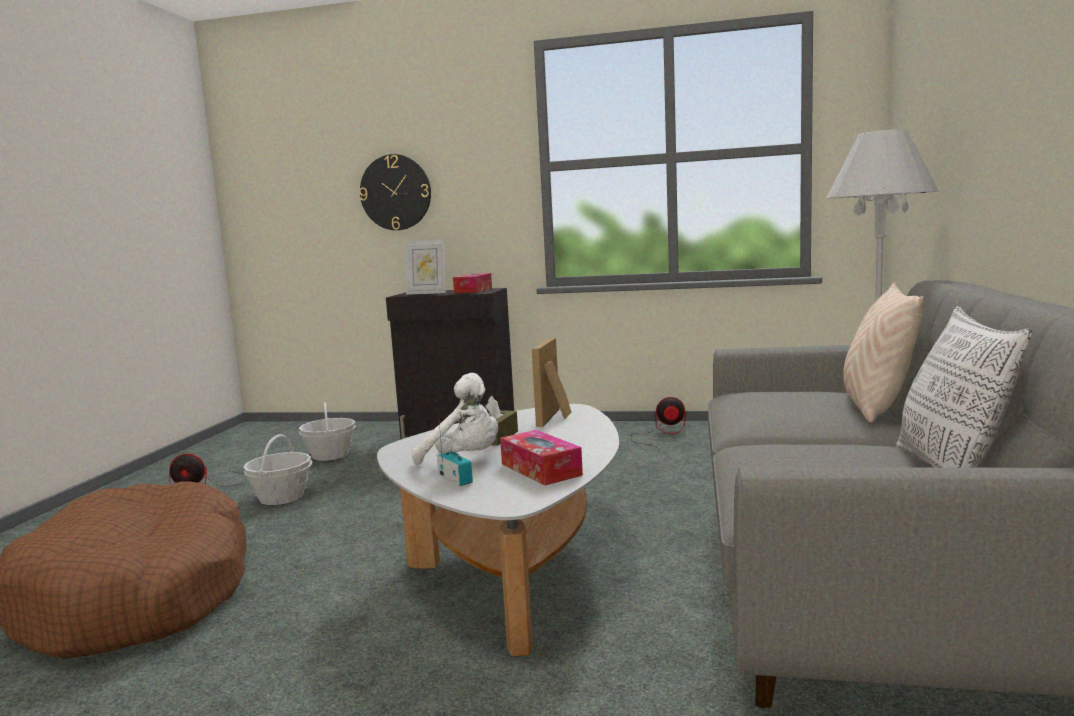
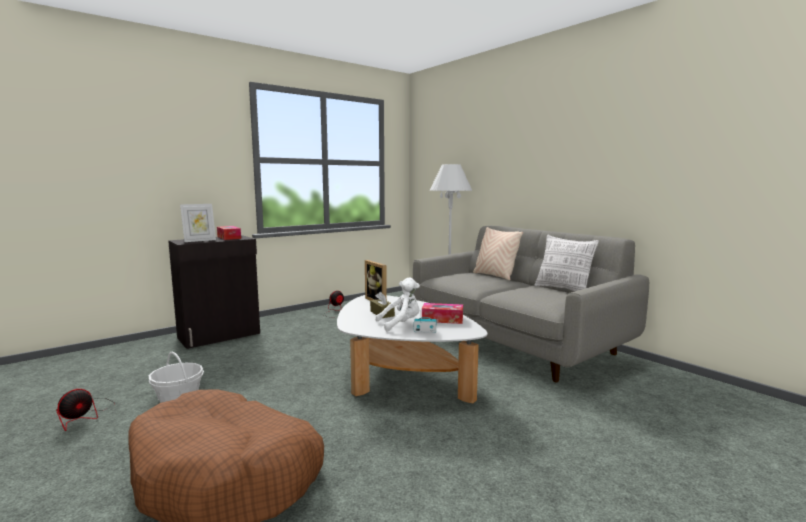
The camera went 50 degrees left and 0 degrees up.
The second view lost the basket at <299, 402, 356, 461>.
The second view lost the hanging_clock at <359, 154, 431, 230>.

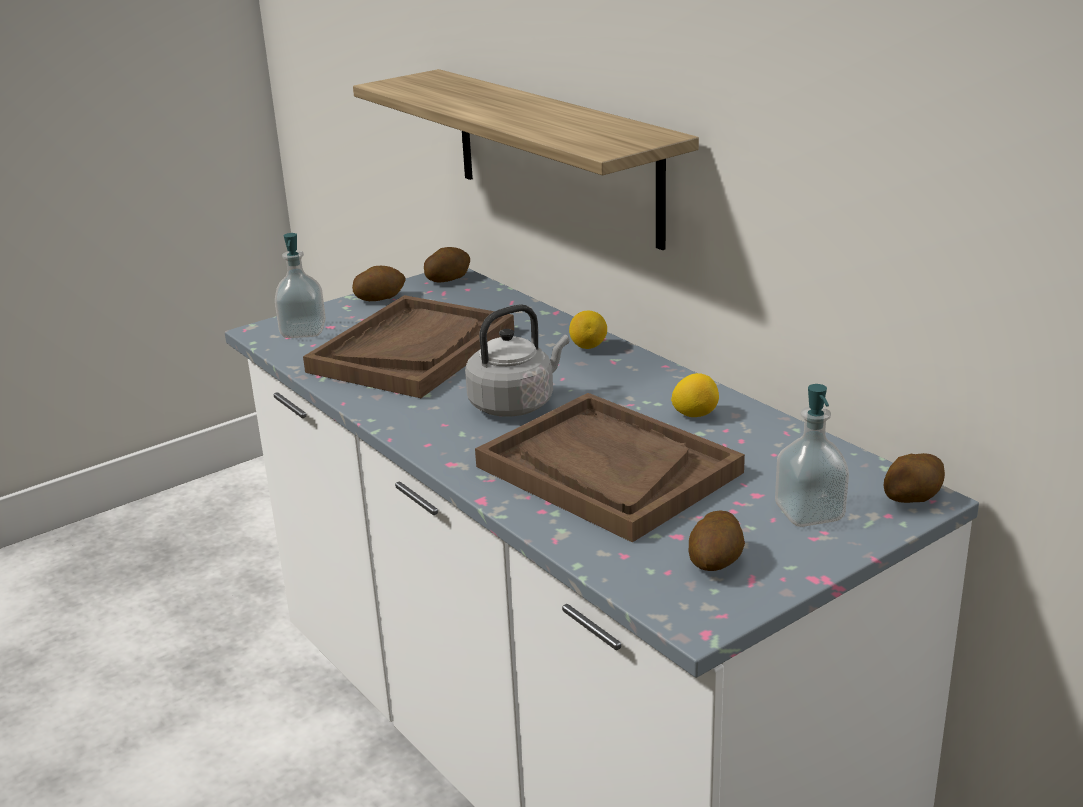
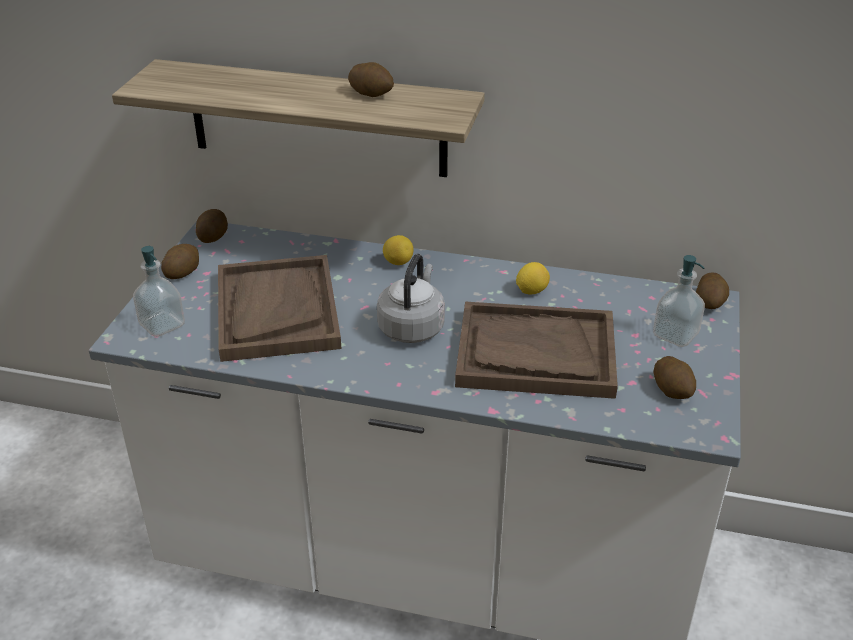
The camera went 40 degrees left and 10 degrees up.
The second view gained the potato at <348, 62, 394, 97>.

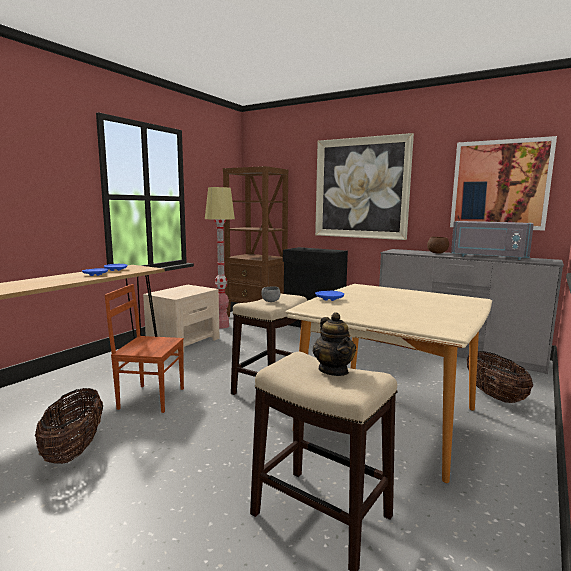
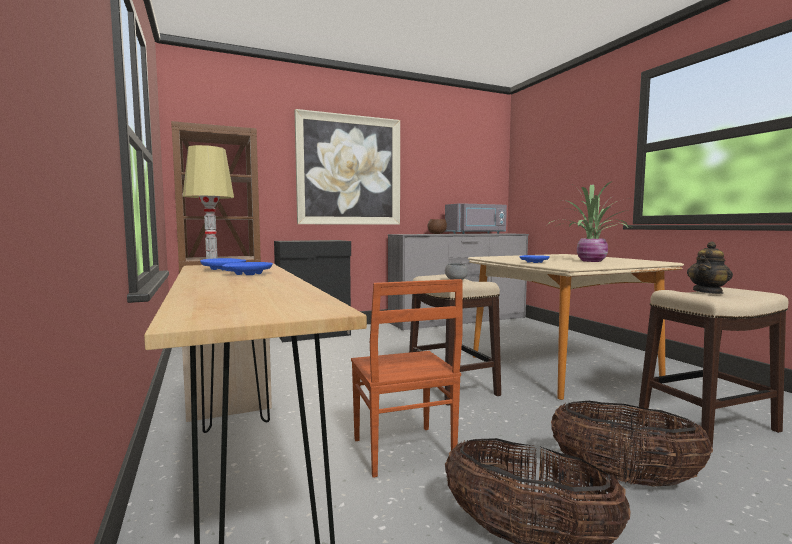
The camera went 55 degrees left and 5 degrees down.
The second view lost the wall_picture at <450, 136, 557, 231>.
The second view gained the houseplant at <547, 181, 632, 262>.
The basket ended up elsewhere, having gone from <467, 351, 533, 403> to <551, 401, 713, 486>.
The brown_plain_chair at <105, 284, 184, 413> ended up facing another way, 60 degrees counterclockwise from before.
The tea_pot at <313, 312, 356, 376> ended up facing another way, 120 degrees clockwise from before.

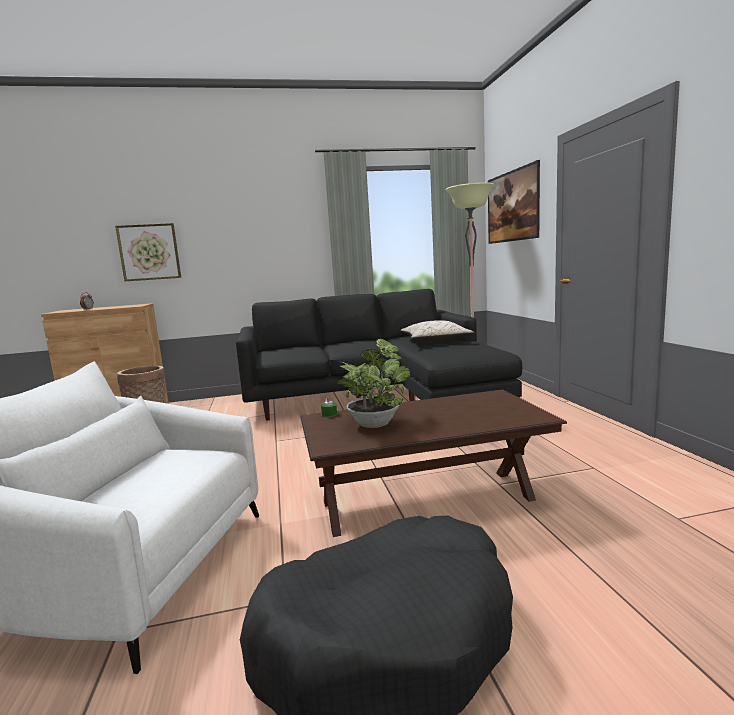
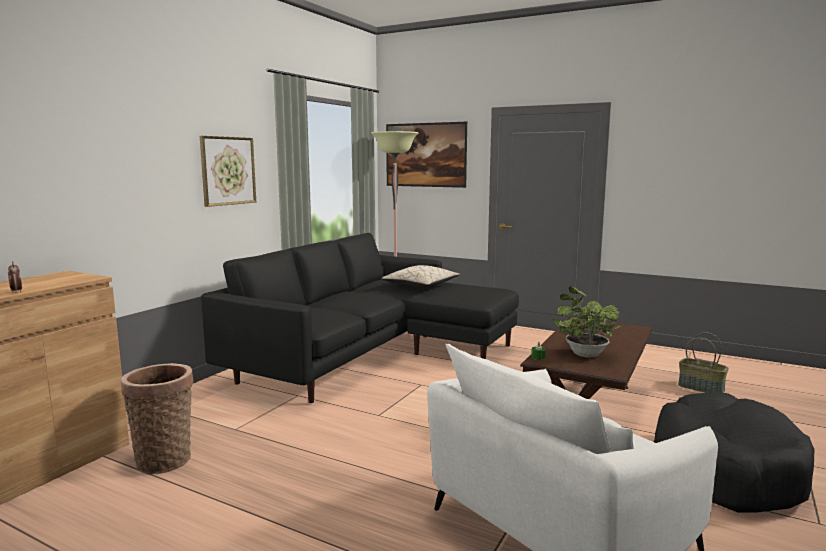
The camera went 50 degrees left and 0 degrees up.
The second view gained the basket at <678, 332, 729, 393>.
The wall_picture ended up elsewhere, having gone from <115, 223, 181, 281> to <200, 136, 256, 207>.

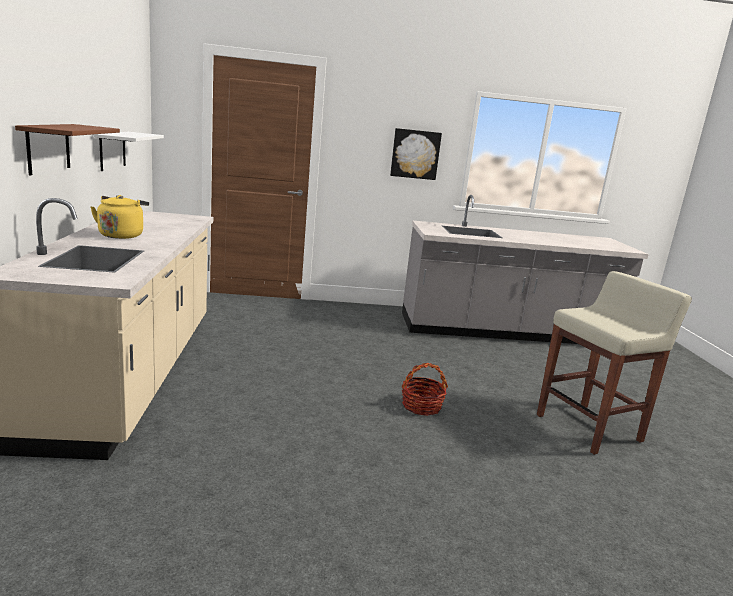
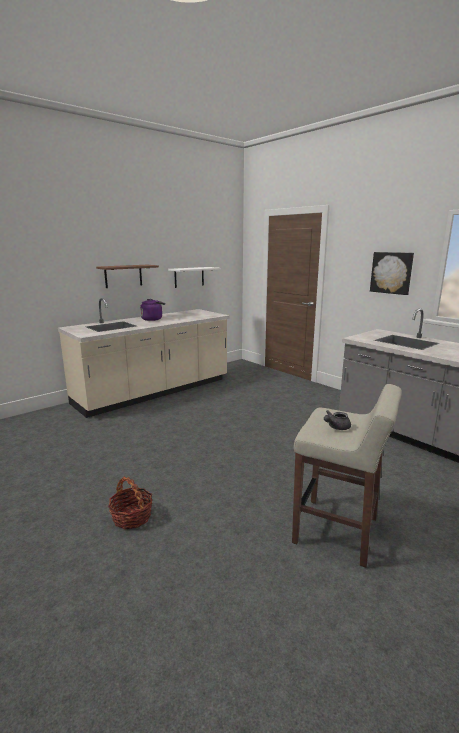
The camera went 55 degrees right and 0 degrees up.
The second view gained the gray_tea_pot at <324, 410, 351, 430>.
The basket ended up elsewhere, having gone from <402, 363, 448, 416> to <108, 476, 152, 529>.
What was the yellow_kettle at <90, 195, 149, 239> turned into the purple-coloured_kettle at <140, 299, 165, 321>.

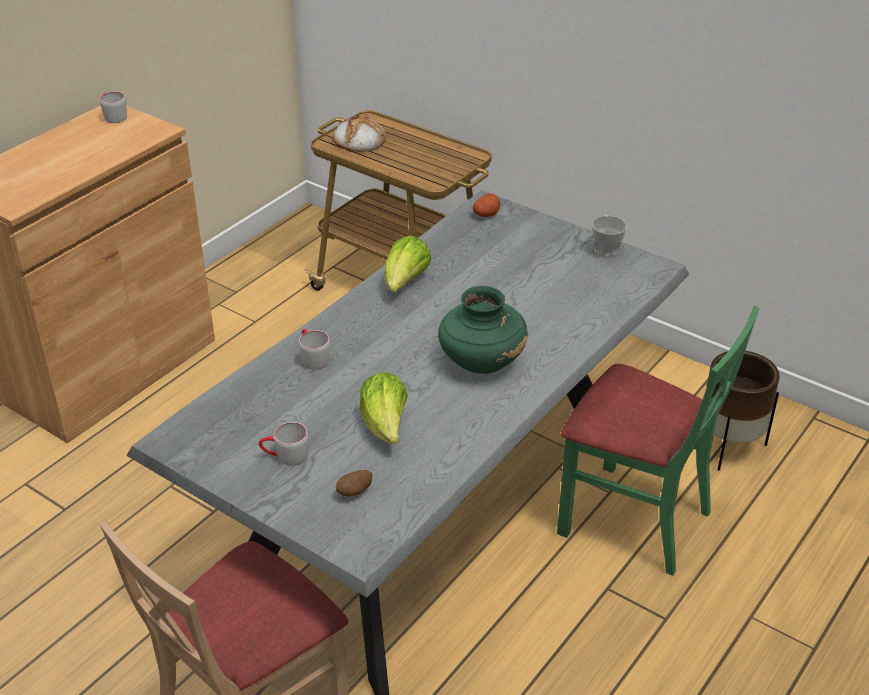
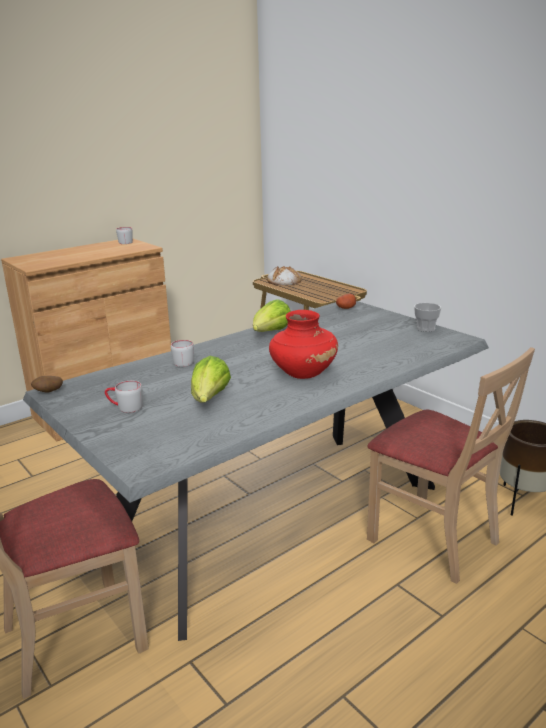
The camera went 15 degrees right and 15 degrees down.
The potato ended up elsewhere, having gone from <336, 470, 372, 497> to <31, 376, 63, 392>.
What was the greenish_vase at <438, 286, 528, 374> turned into the red_vase at <269, 310, 338, 379>.
What was the greenish_plain_chair at <557, 306, 759, 576> turned into the beige-coloured_plain_chair at <367, 347, 535, 584>.

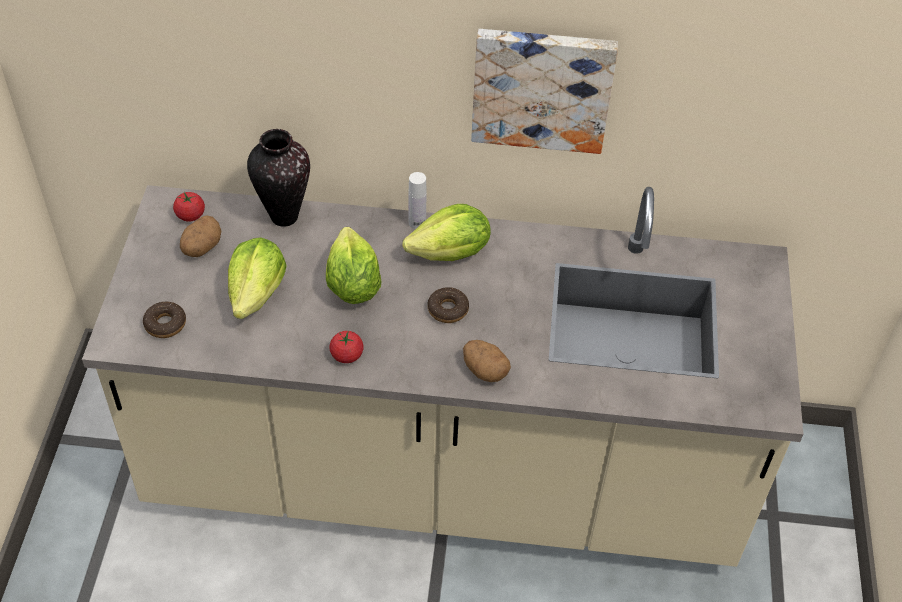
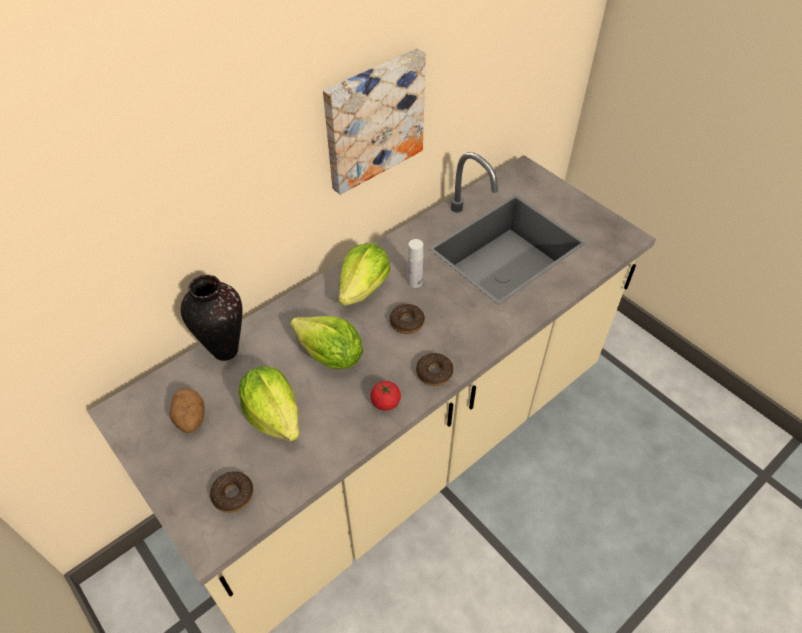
The camera went 45 degrees left and 0 degrees up.
The second view lost the whole_tomato at <173, 192, 205, 222>.
The second view lost the potato at <463, 340, 511, 382>.
The second view gained the doughnut at <416, 353, 453, 386>.
The whitish_drink_bottle ended up elsewhere, having gone from <409, 172, 427, 229> to <408, 239, 423, 288>.

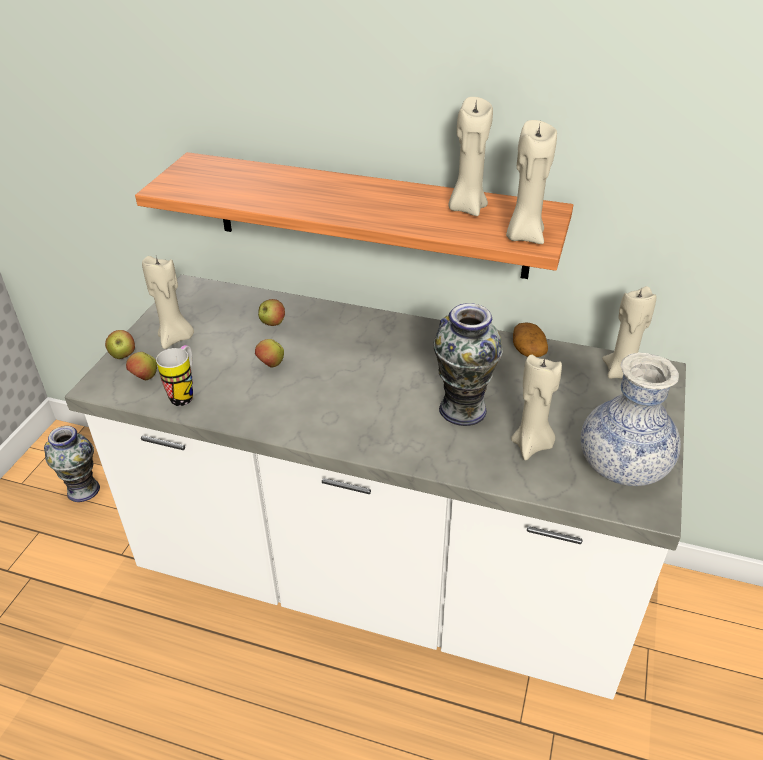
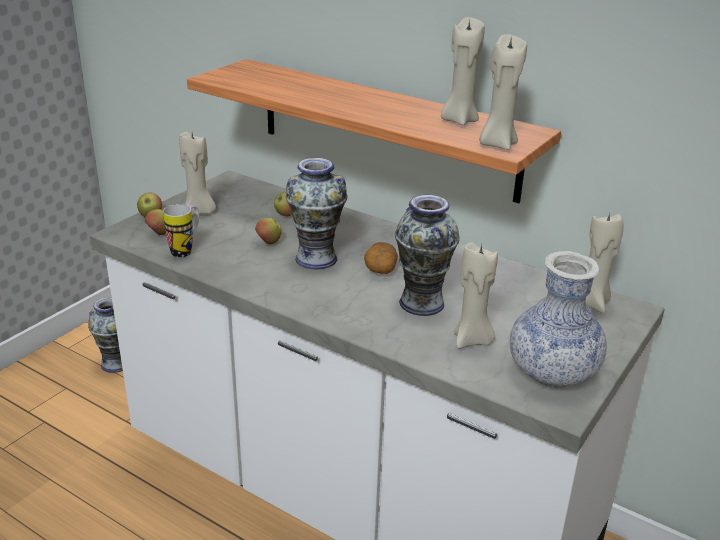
The camera went 15 degrees right and 10 degrees down.
The second view gained the vase at <286, 158, 347, 269>.
The potato ended up elsewhere, having gone from <513, 323, 548, 357> to <364, 242, 398, 274>.

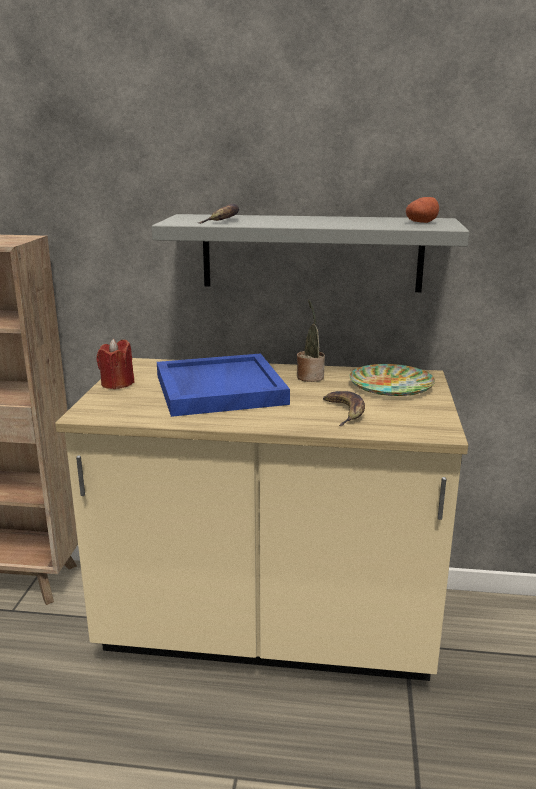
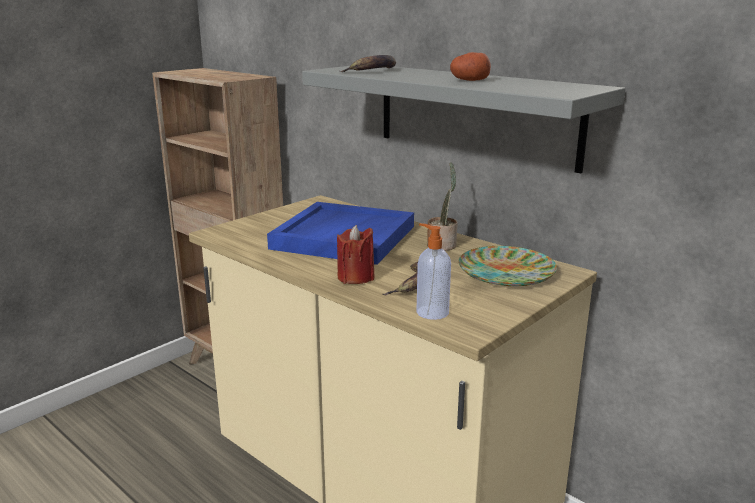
The camera went 35 degrees right and 0 degrees up.
The second view gained the liquid_soap_bottle at <416, 223, 451, 320>.
The red_candle ended up elsewhere, having gone from <97, 339, 135, 389> to <337, 225, 375, 284>.
The potato ended up elsewhere, having gone from <406, 197, 439, 223> to <450, 52, 491, 81>.

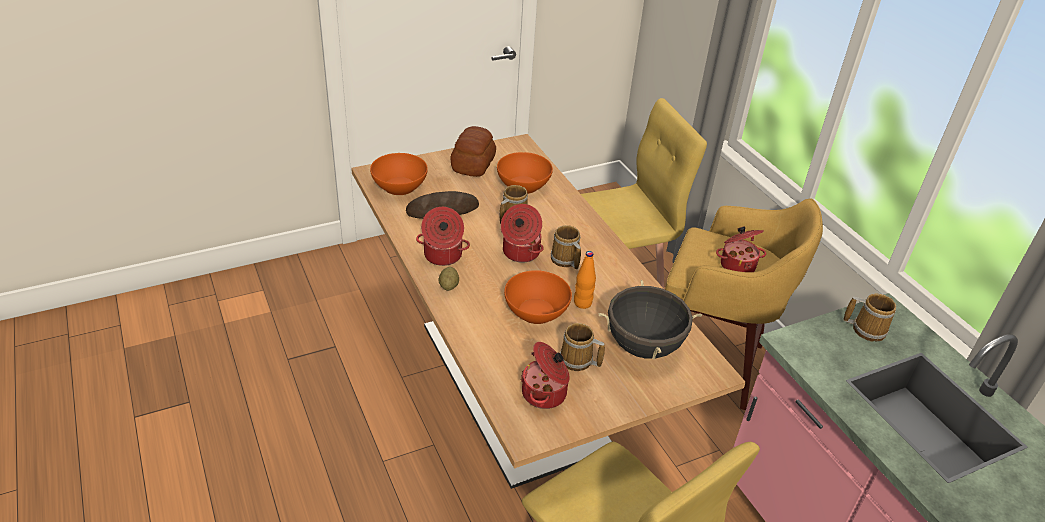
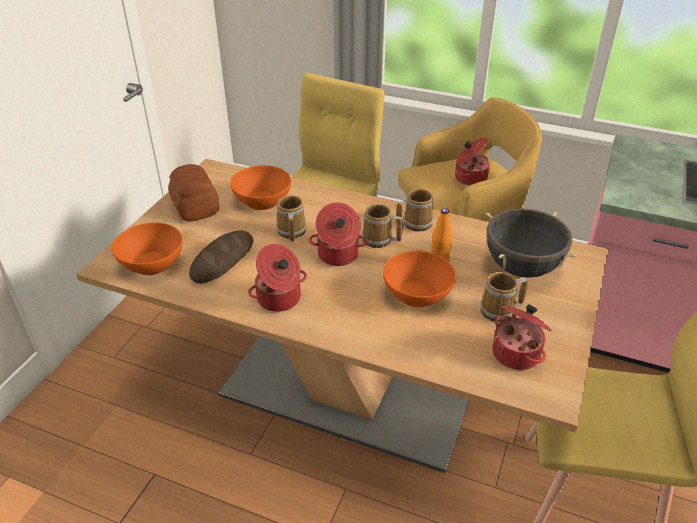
The camera went 40 degrees left and 0 degrees up.
The second view lost the potato at <439, 267, 459, 291>.
The coffee_mug ended up elsewhere, having gone from <843, 293, 896, 342> to <396, 189, 434, 232>.

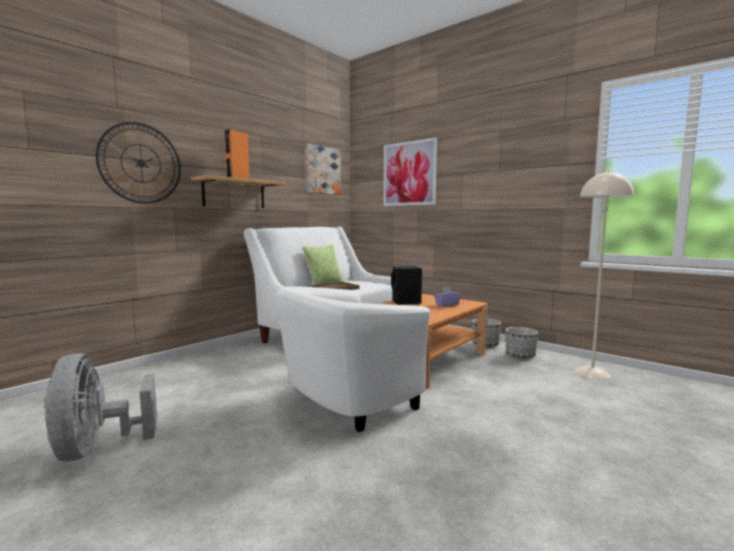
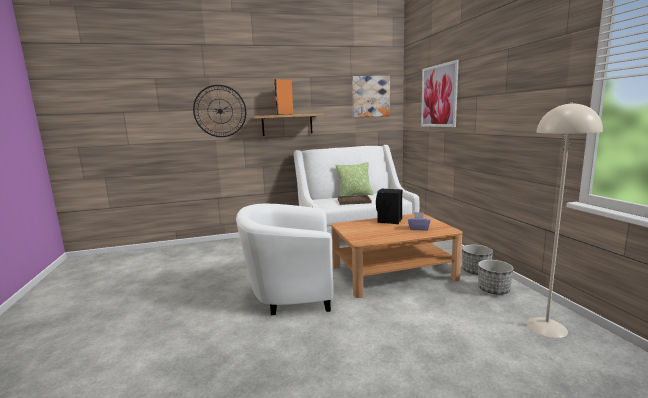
The camera went 35 degrees right and 5 degrees up.
The second view lost the gray_cooling_fan at <44, 353, 157, 462>.

